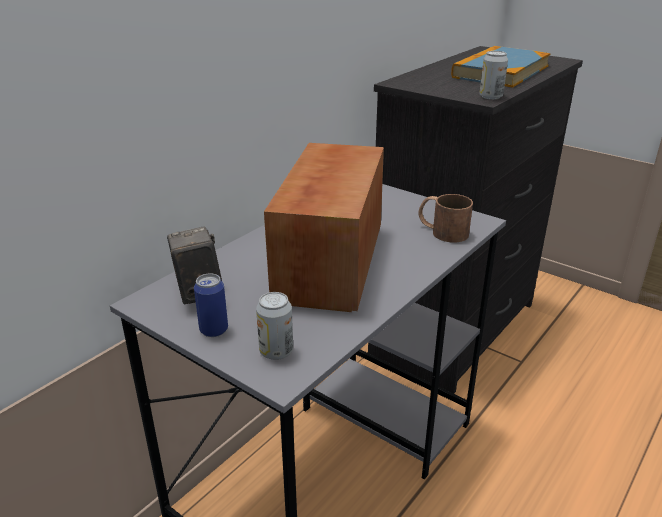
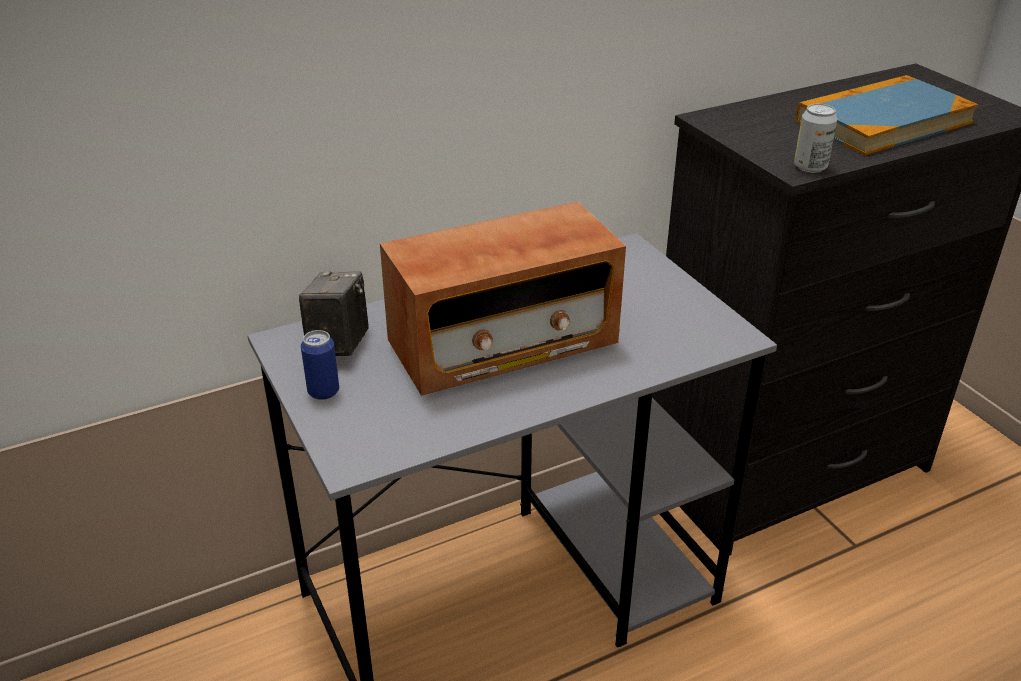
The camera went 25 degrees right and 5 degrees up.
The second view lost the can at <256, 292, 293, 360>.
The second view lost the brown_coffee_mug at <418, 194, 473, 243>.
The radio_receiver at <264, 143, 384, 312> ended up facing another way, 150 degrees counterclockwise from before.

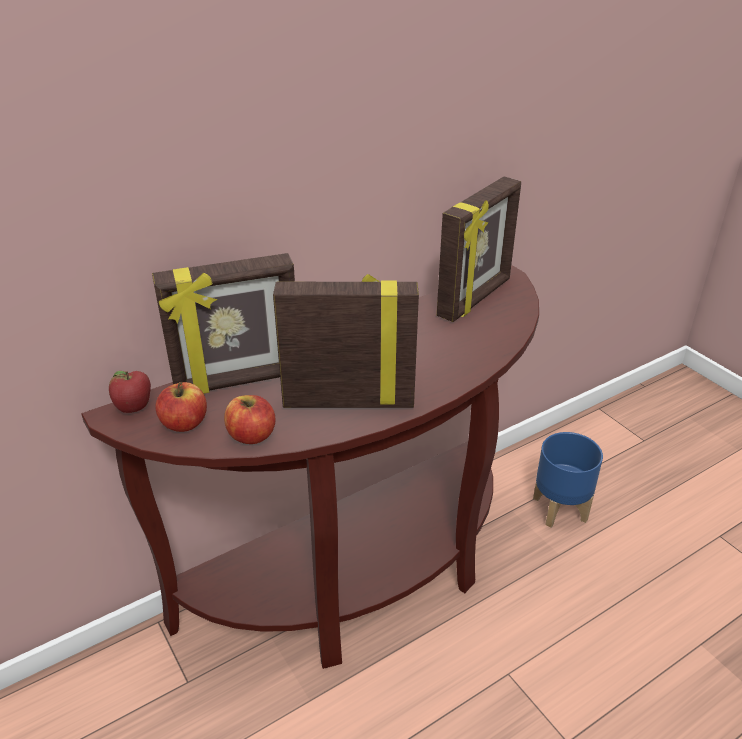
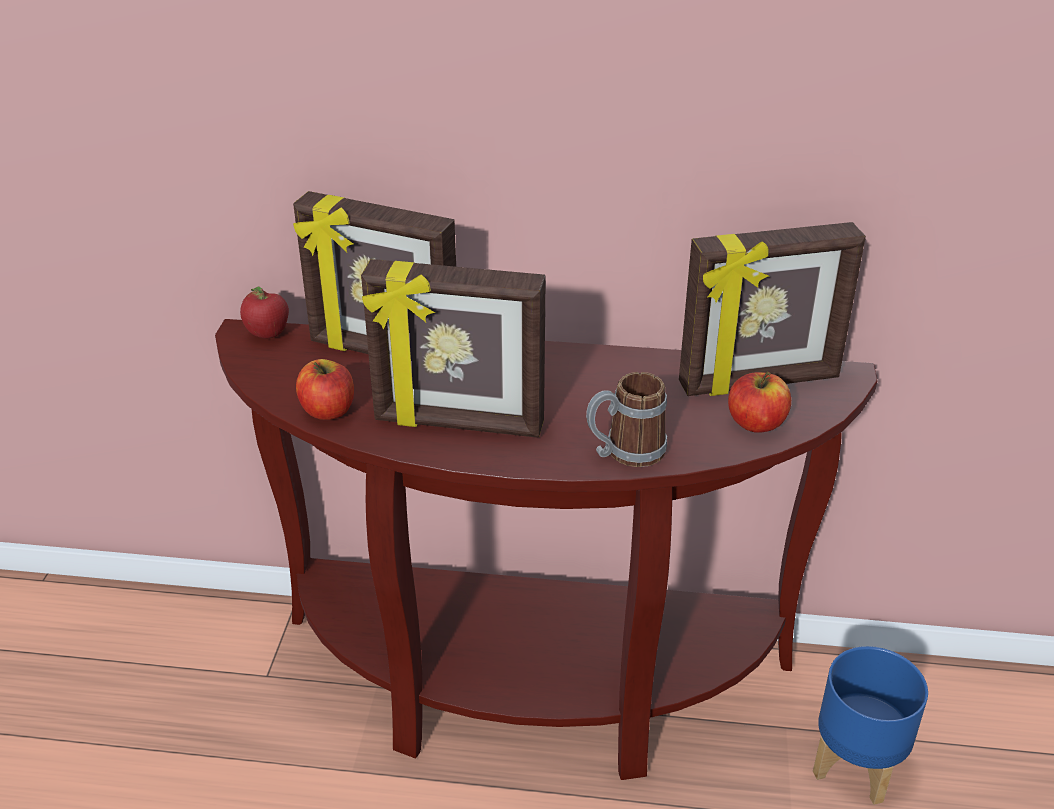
The camera went 40 degrees right and 0 degrees up.
The second view gained the coffee_mug at <586, 372, 667, 467>.
The whole_apple ended up elsewhere, having gone from <155, 382, 207, 432> to <728, 372, 791, 433>.
The picture_frame at <273, 274, 419, 408> ended up facing another way, 150 degrees clockwise from before.

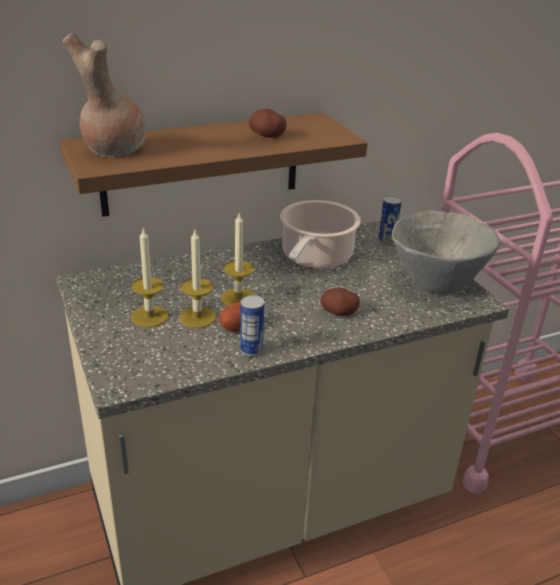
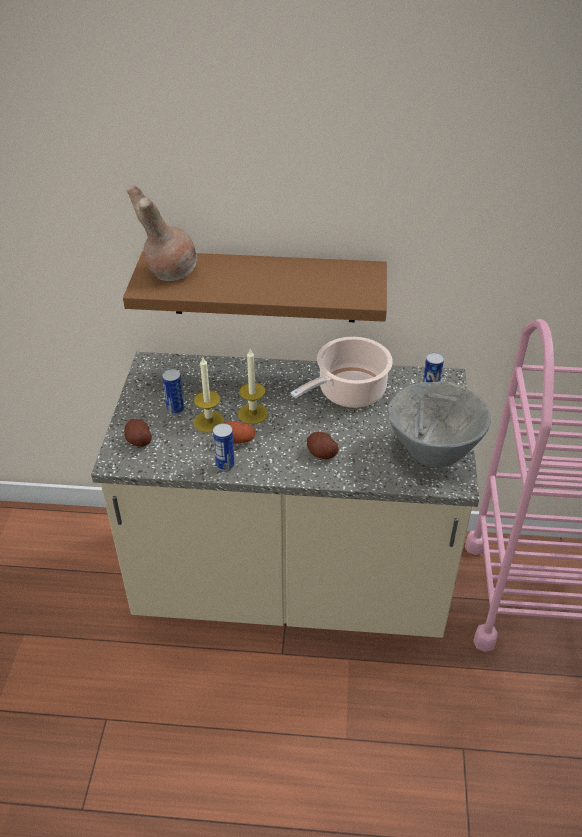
The camera went 30 degrees right and 10 degrees up.
The potato ended up elsewhere, having gone from <249, 109, 287, 138> to <124, 419, 152, 447>.
Where the candle stood at <131, 229, 169, 327>, the can came to stand at <162, 369, 184, 415>.

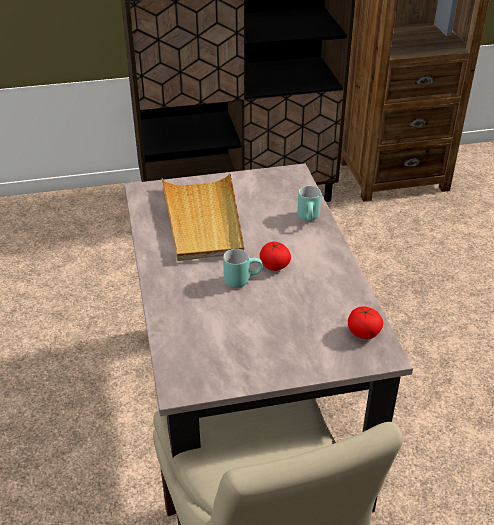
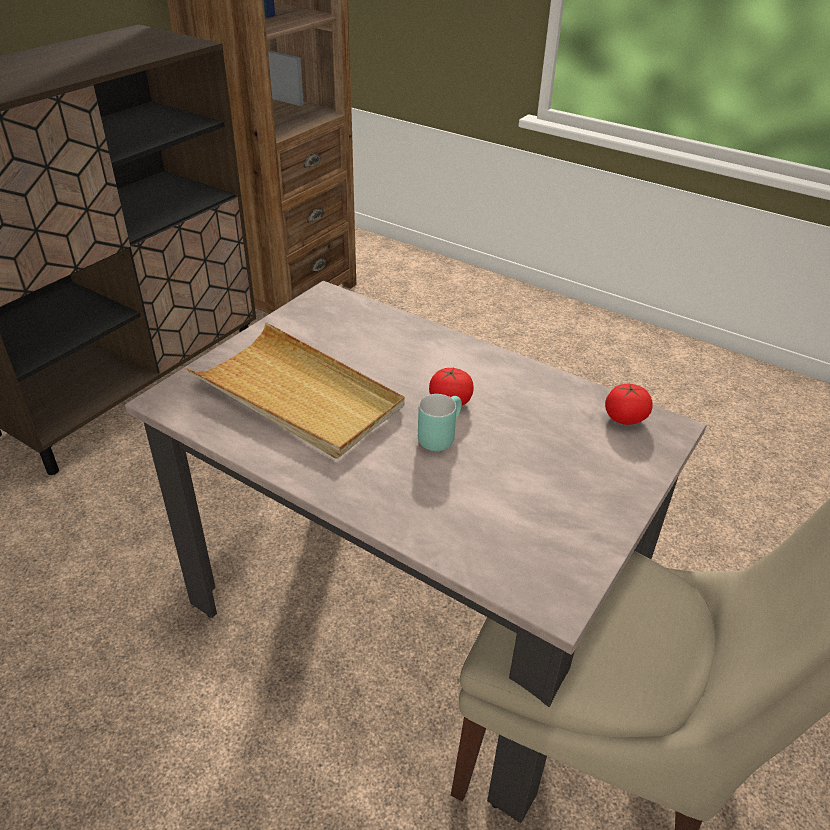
The camera went 45 degrees left and 0 degrees up.
The second view lost the blue-green_coffee_mug at <297, 186, 321, 221>.

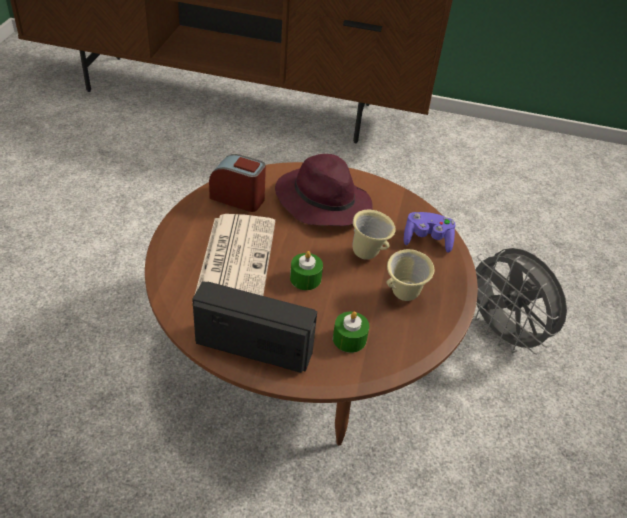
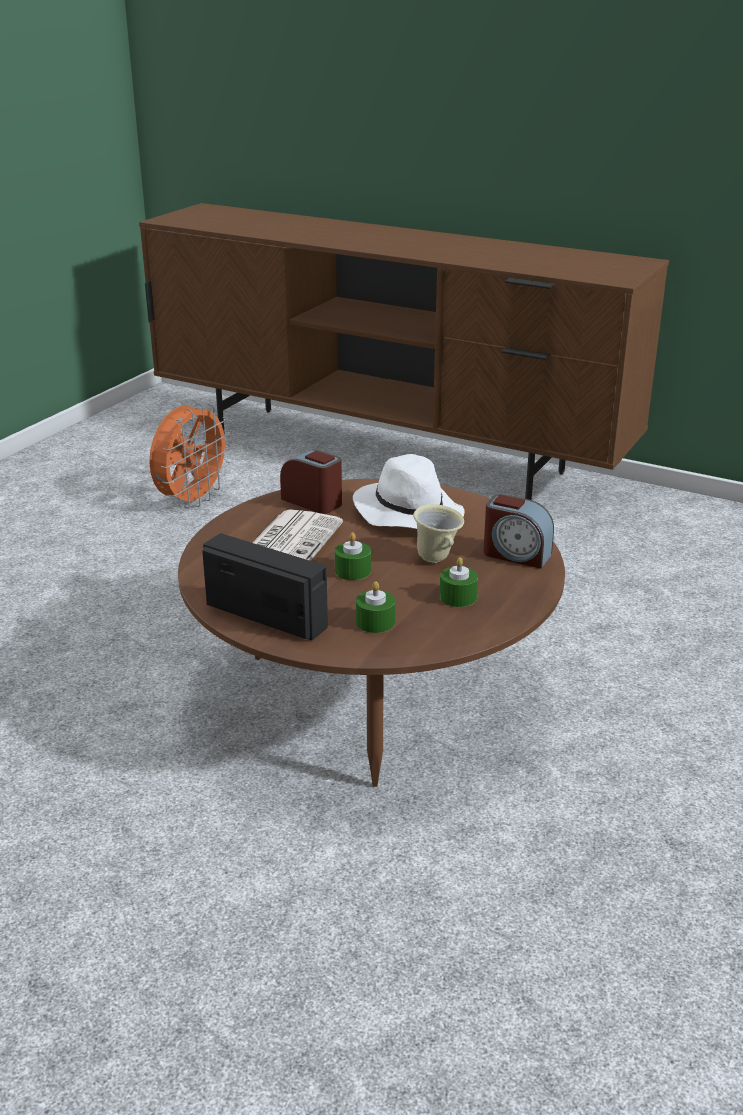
The camera went 20 degrees right and 15 degrees down.
The second view lost the gray_cooling_fan at <475, 248, 567, 354>.
The second view gained the orangey_cooling_fan at <149, 403, 233, 508>.
Where the beige-coloured_coffee_mug stood at <386, 249, 434, 301>, the greenish_candle came to stand at <439, 557, 478, 607>.
Where the purple-coloured_gamepad stood at <404, 212, 455, 253>, the table_clock came to stand at <483, 494, 554, 569>.
What was the purple-coloured_hat at <275, 154, 373, 226> turned into the whitish_hat at <353, 454, 465, 529>.

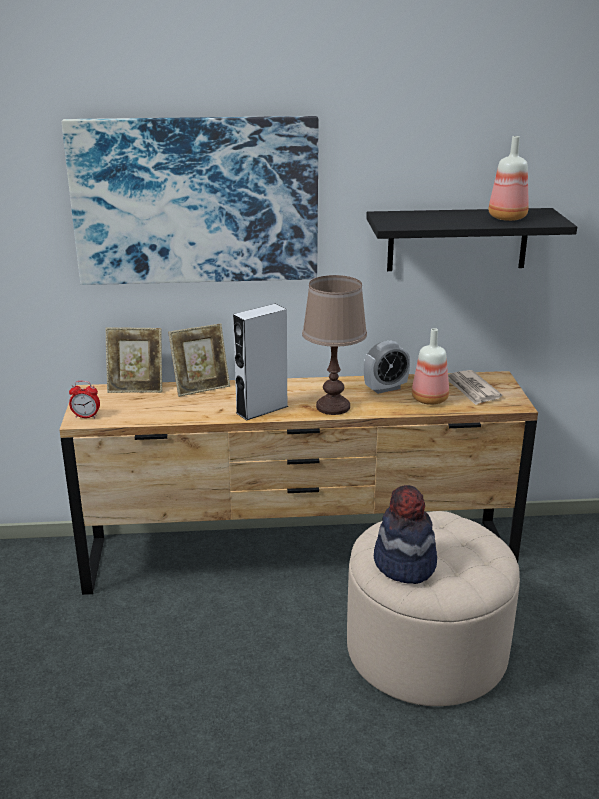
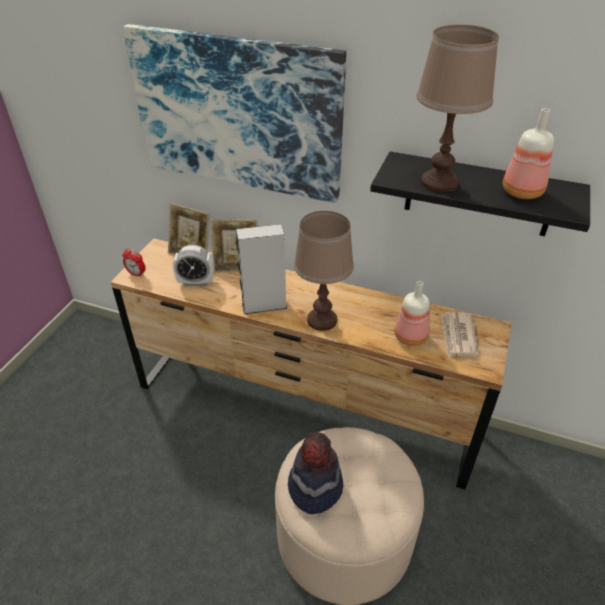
The camera went 25 degrees right and 15 degrees up.
The second view gained the brown_table_lamp at <417, 25, 499, 192>.
The table_clock ended up elsewhere, having gone from <364, 340, 410, 394> to <173, 245, 214, 286>.

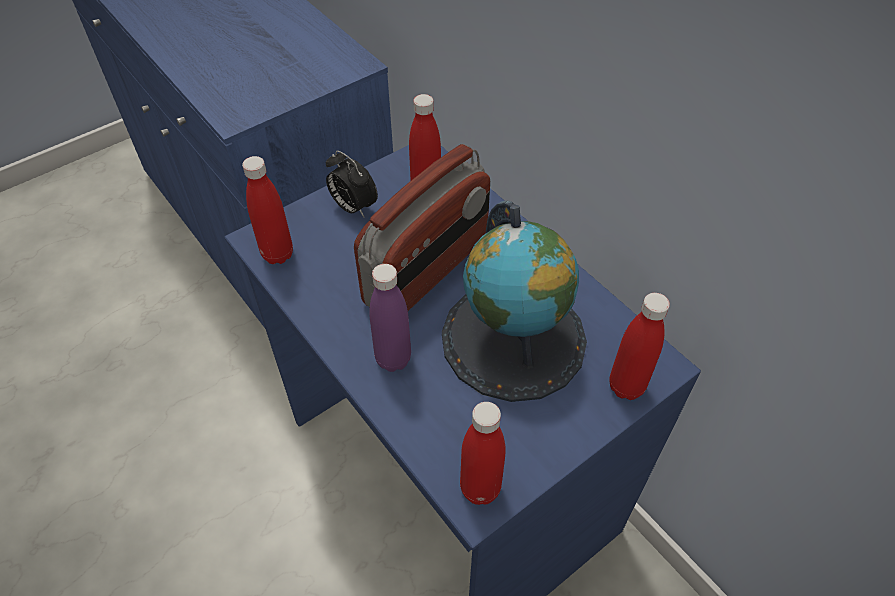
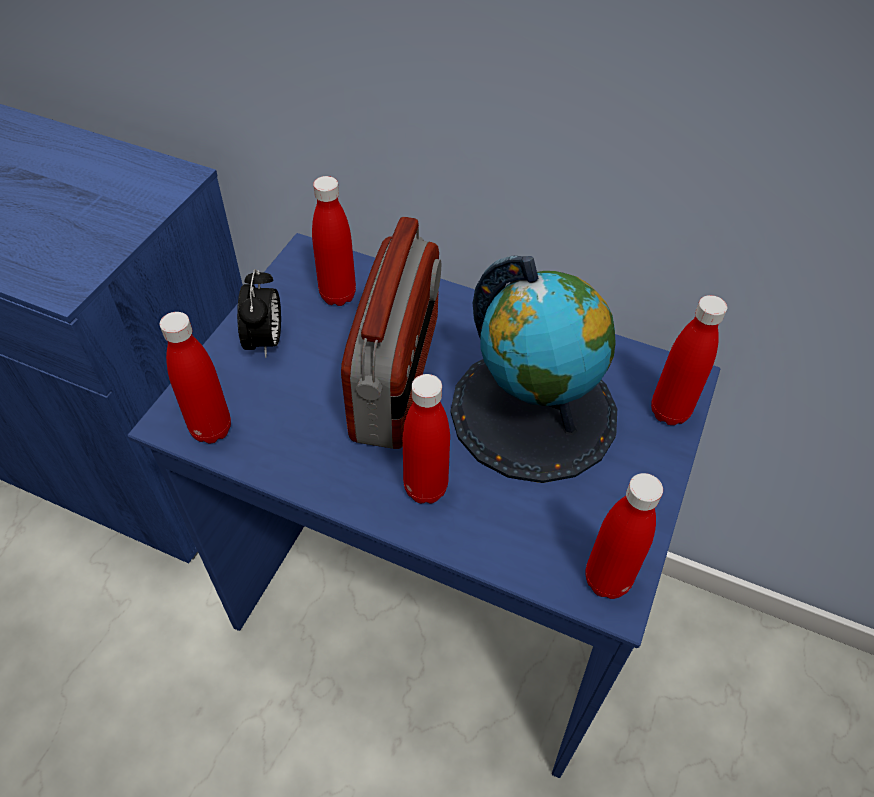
The camera went 30 degrees left and 0 degrees up.
What was the purple-coloured_drink_bottle at <369, 264, 411, 372> turned into the red_drink_bottle at <403, 374, 450, 504>.
The table_clock at <326, 150, 378, 217> ended up facing another way, 105 degrees counterclockwise from before.

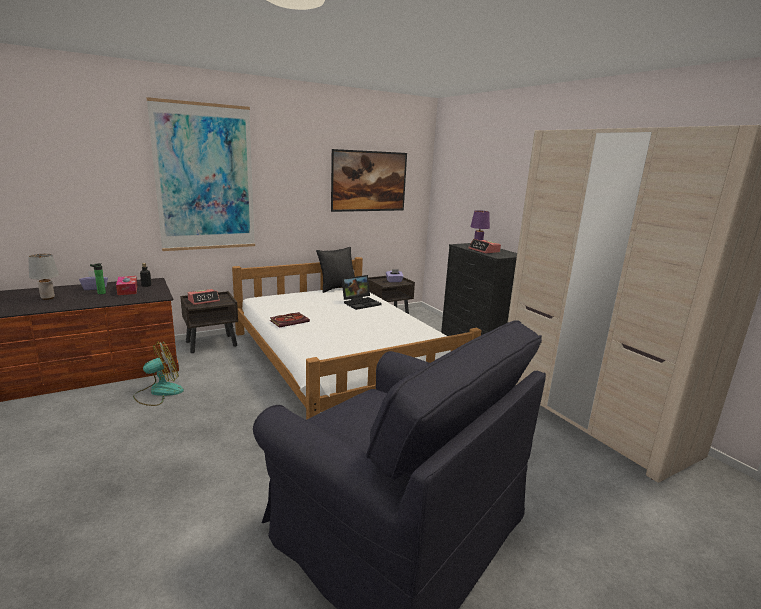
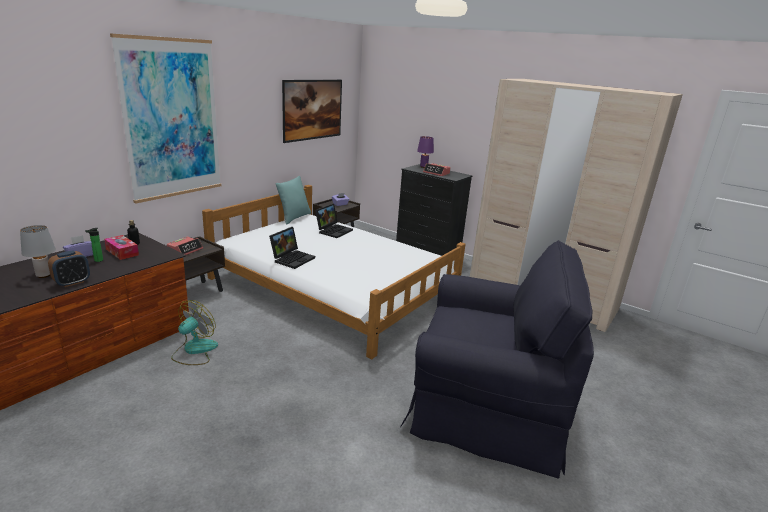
The camera went 25 degrees left and 5 degrees up.
The second view gained the table_clock at <48, 251, 90, 287>.
Where the volume stood at <270, 312, 310, 328>, the notebook_computer came to stand at <269, 227, 315, 269>.
What was the black-coloured_cushion at <316, 247, 355, 293> turned into the blue-green_cushion at <275, 176, 311, 225>.

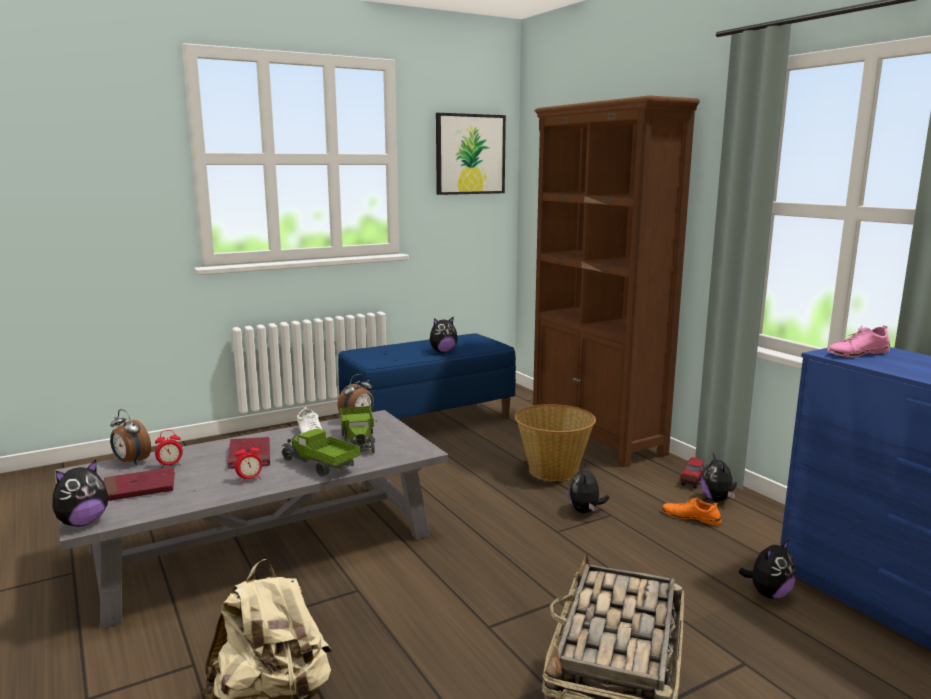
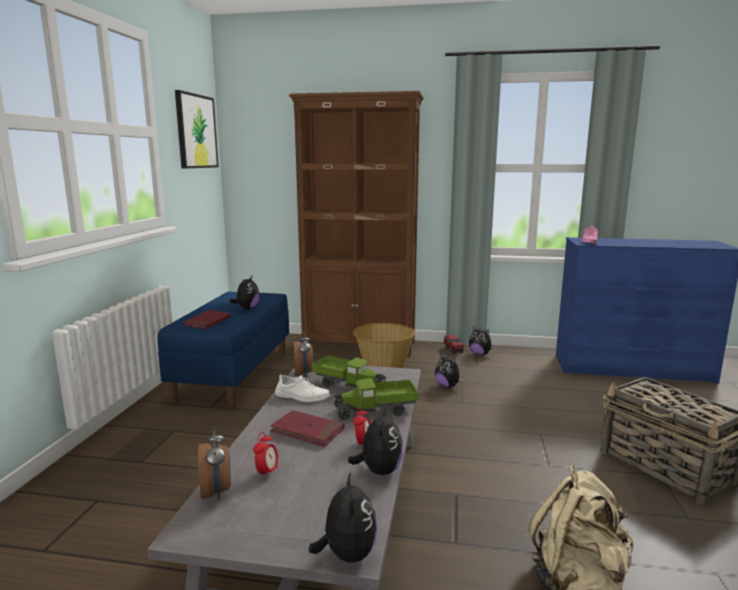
The camera went 50 degrees left and 0 degrees up.
The second view lost the orangey_shoe at <662, 497, 721, 525>.
The red_volume ended up elsewhere, having gone from <103, 467, 175, 501> to <184, 310, 231, 329>.
The soft_toy ended up elsewhere, having gone from <739, 539, 796, 599> to <348, 407, 404, 475>.
The table_clock at <110, 409, 151, 465> ended up facing another way, 90 degrees counterclockwise from before.

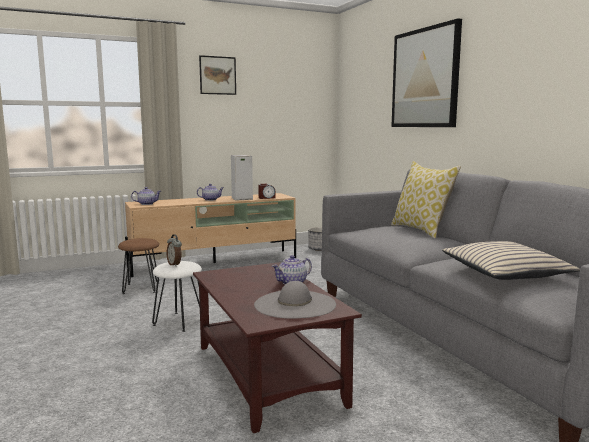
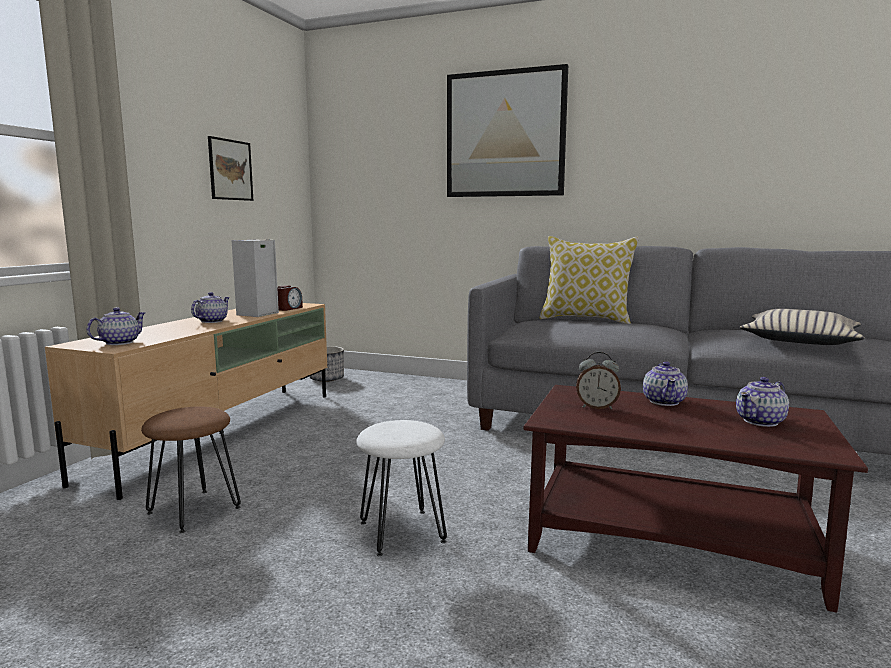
The camera went 45 degrees left and 0 degrees up.
The table_clock ended up elsewhere, having gone from <167, 234, 182, 267> to <576, 352, 621, 409>.
The wall_picture ended up elsewhere, having gone from <199, 55, 236, 95> to <208, 136, 254, 201>.
Where the gray_hat stood at <254, 281, 336, 319>, the tea_pot came to stand at <736, 377, 789, 427>.

